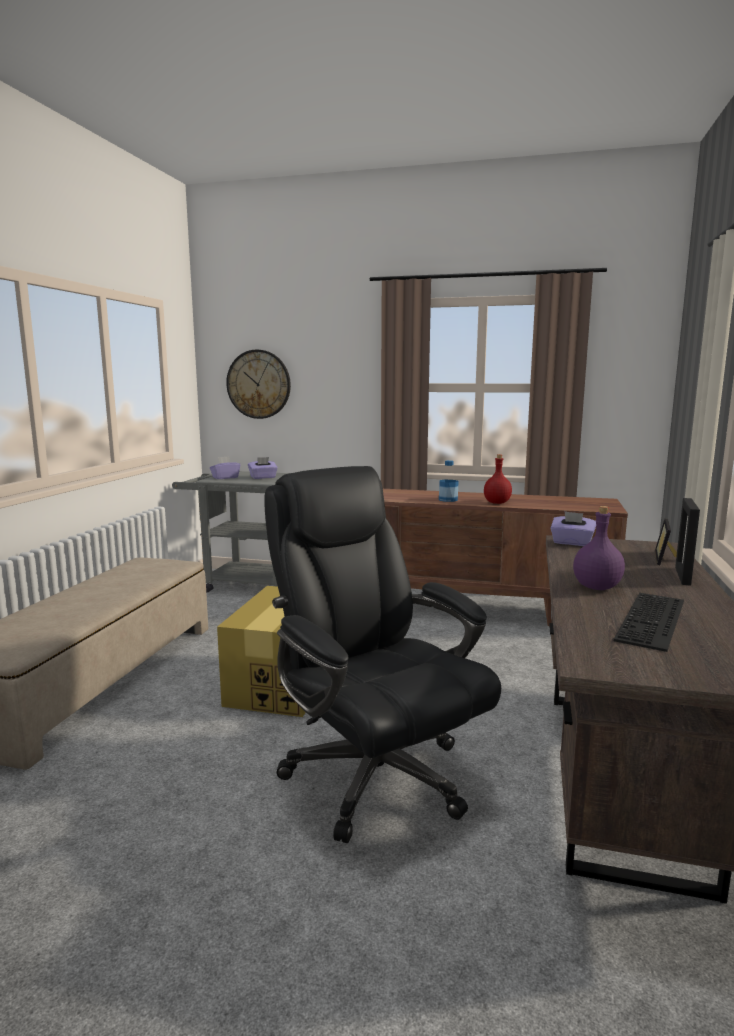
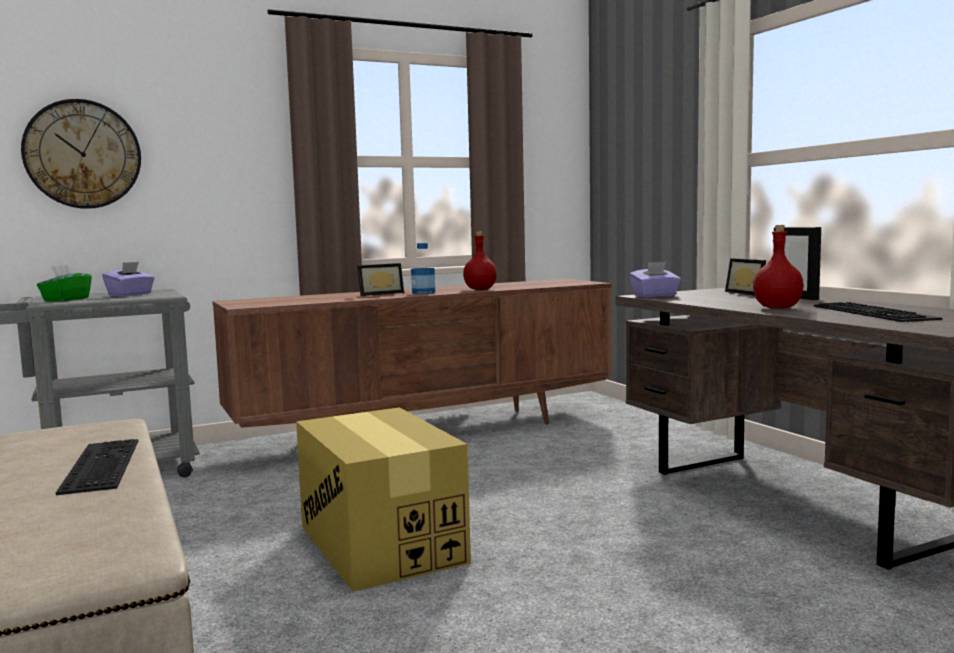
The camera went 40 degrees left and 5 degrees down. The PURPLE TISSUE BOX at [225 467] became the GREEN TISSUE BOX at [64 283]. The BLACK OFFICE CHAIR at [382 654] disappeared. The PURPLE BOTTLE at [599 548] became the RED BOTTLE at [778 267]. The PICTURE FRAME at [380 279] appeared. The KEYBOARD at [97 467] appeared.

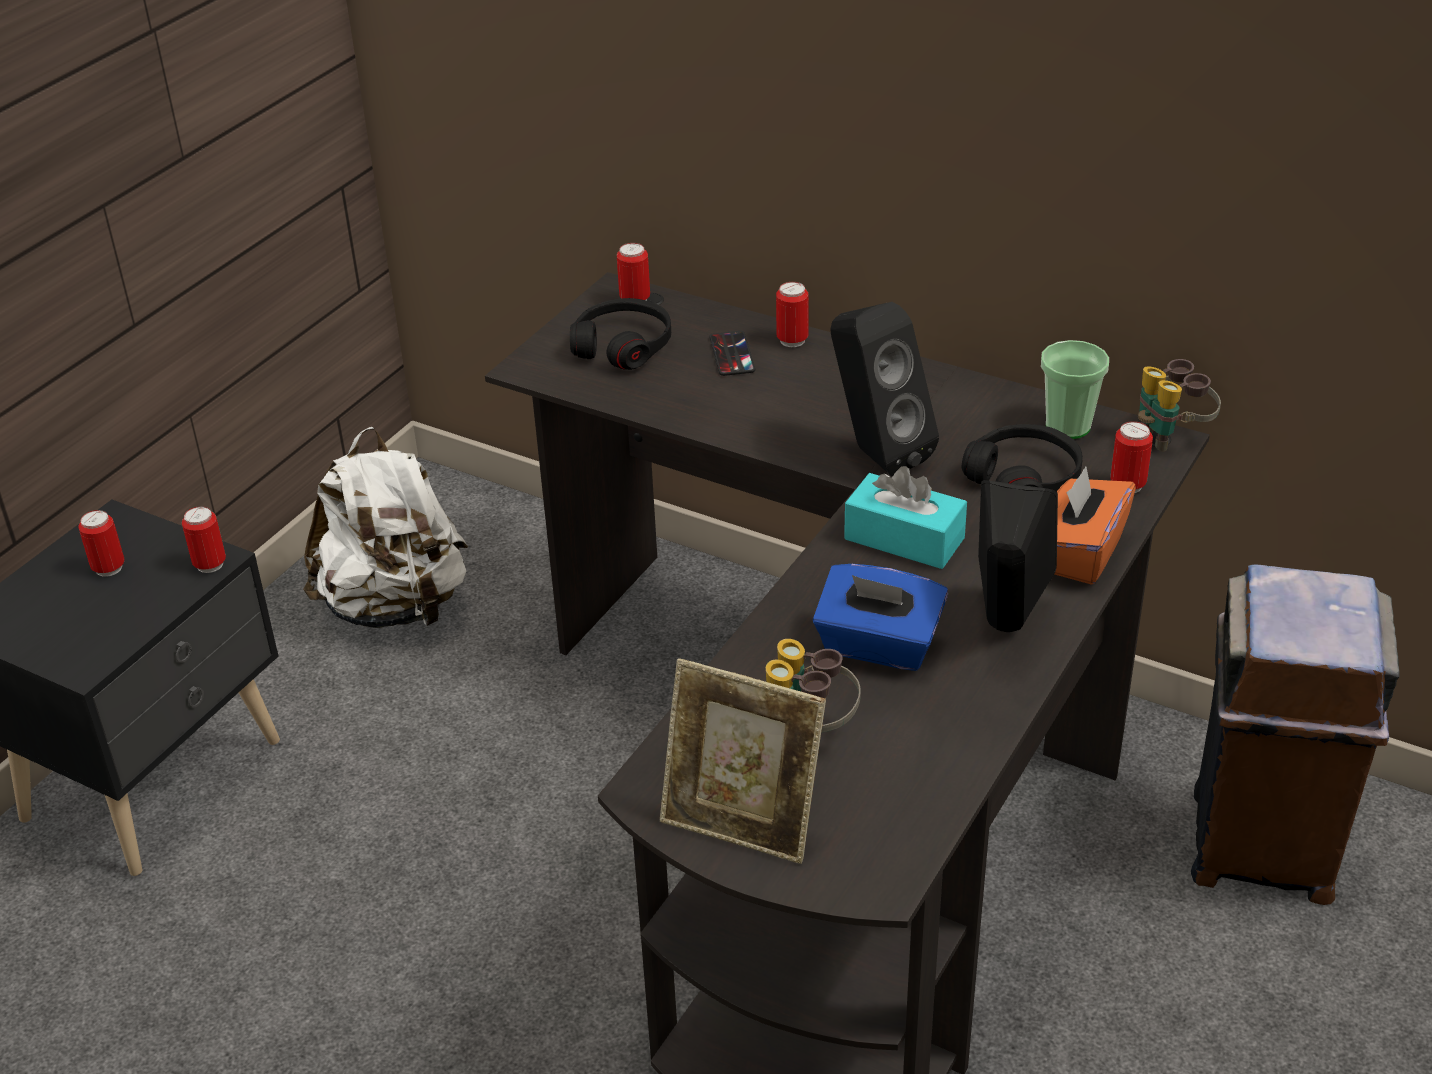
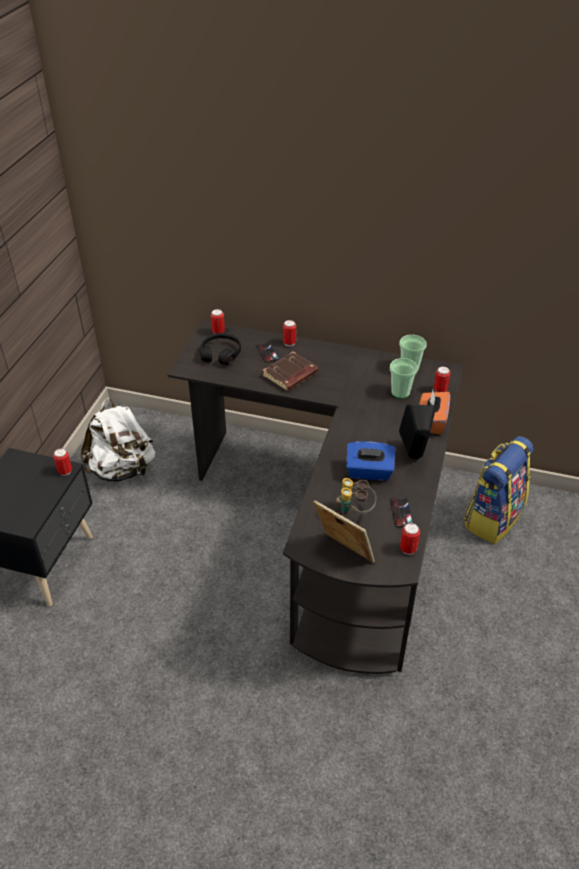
The camera went 15 degrees left and 5 degrees up. The BLACK SPEAKER at [884 389] disappeared. The BINOCULARS at [1179 405] disappeared. The BLACK HEADPHONES at [1022 458] was replaced by the CUP at [404 378]. The TURQUOISE TISSUE BOX at [905 517] disappeared. The CAN moved from [101 543] to [410 539]. The BROWN TRASH CAN at [1295 734] was replaced by the BACKPACK at [499 490]. The PICTURE FRAME at [743 761] turned 150 degrees counterclockwise. The BROWN BOOK at [290 371] appeared. The PHONE at [402 512] appeared.

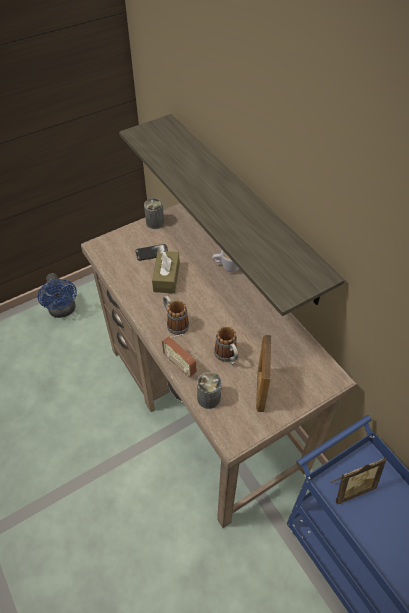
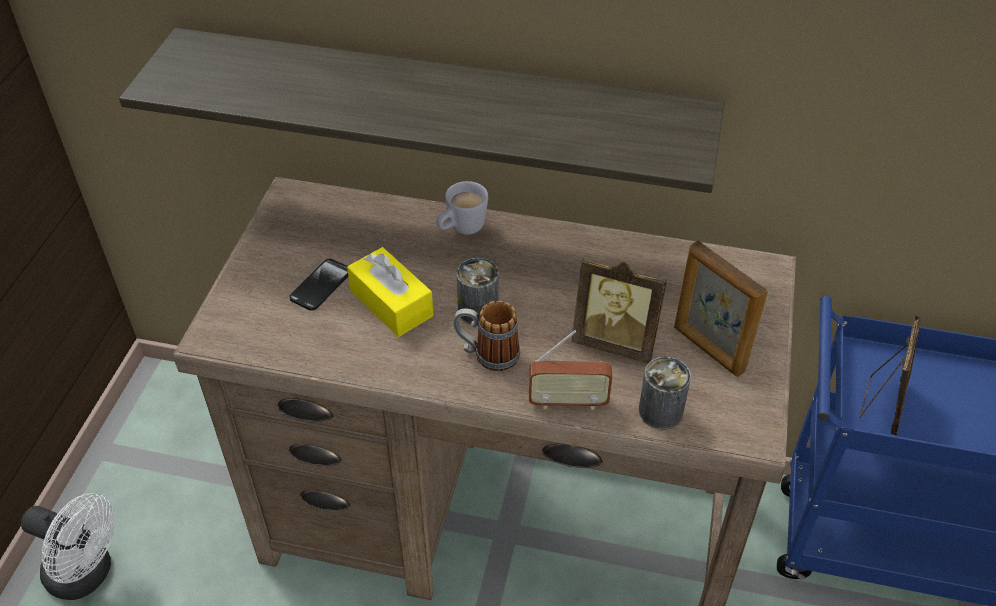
The camera went 45 degrees left and 5 degrees down. The CAN moved from [154 213] to [477 291]. The BROWN TISSUE BOX at [166 272] became the YELLOW TISSUE BOX at [390 292]. The BLUE FAN at [57 295] became the WHITE FAN at [68 546]. The MUG at [226 345] was replaced by the PICTURE FRAME at [619 310].

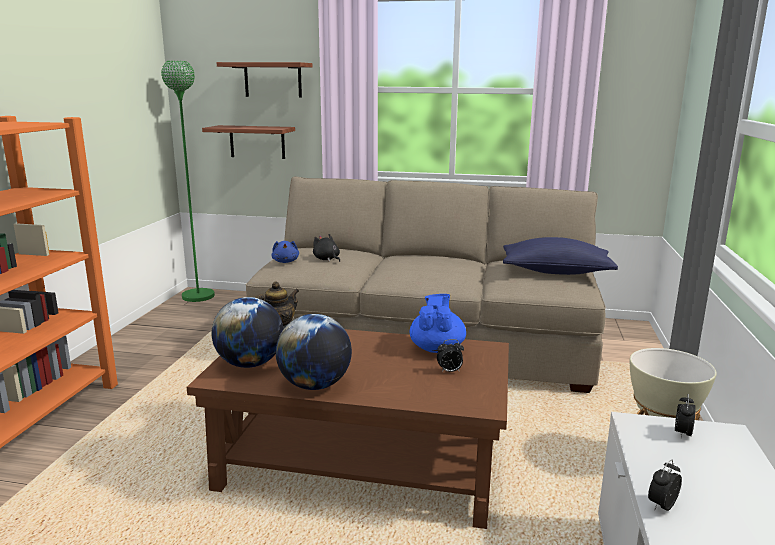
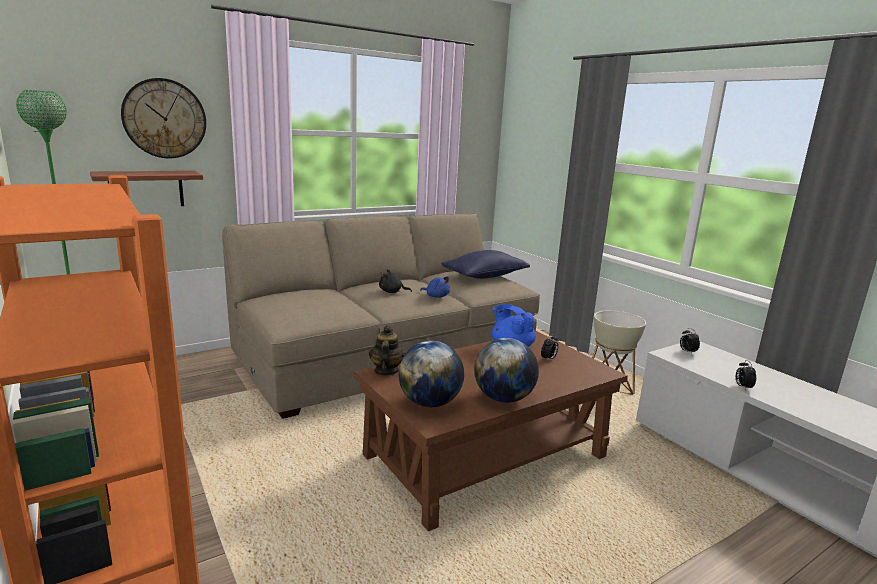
The camera went 45 degrees left and 0 degrees up. The SHELF at [264 80] was replaced by the WALL CLOCK at [163 118]. The BLACK PLUSH TOY moved from [326 248] to [395 281]. The BLUE PLUSH TOY moved from [285 252] to [435 287].

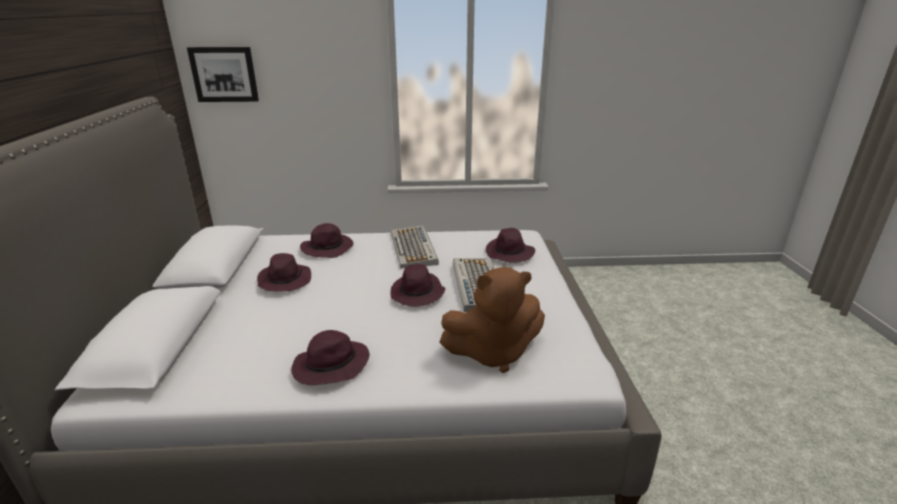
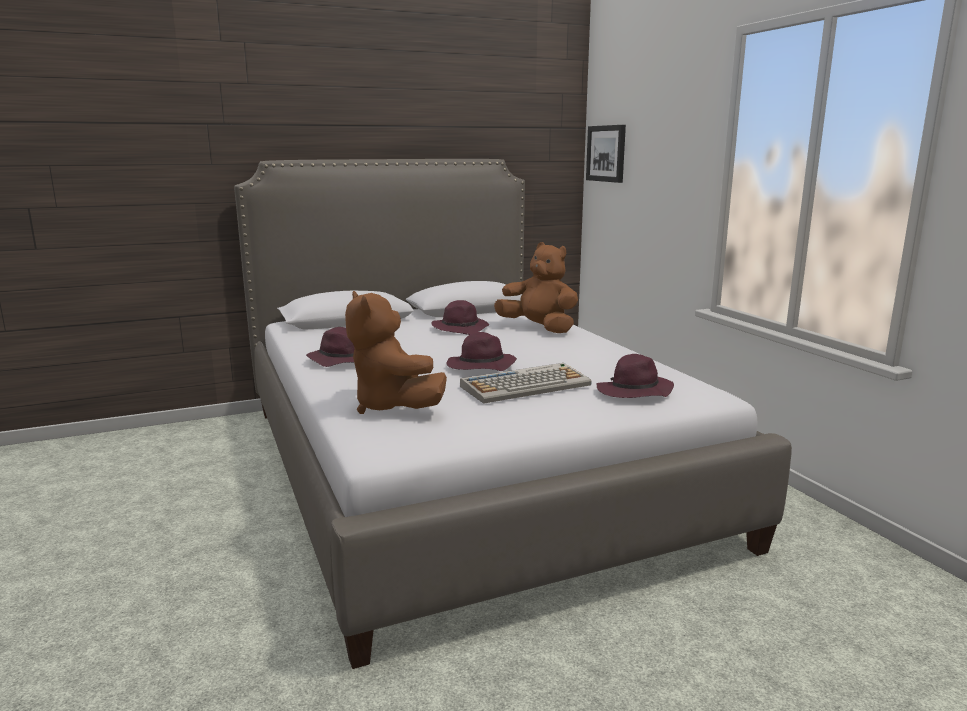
The camera went 70 degrees right and 10 degrees down. The PURPLE HAT at [326 240] was replaced by the BROWN PLUSH TOY at [536 287]. The KEYBOARD at [415 247] disappeared.

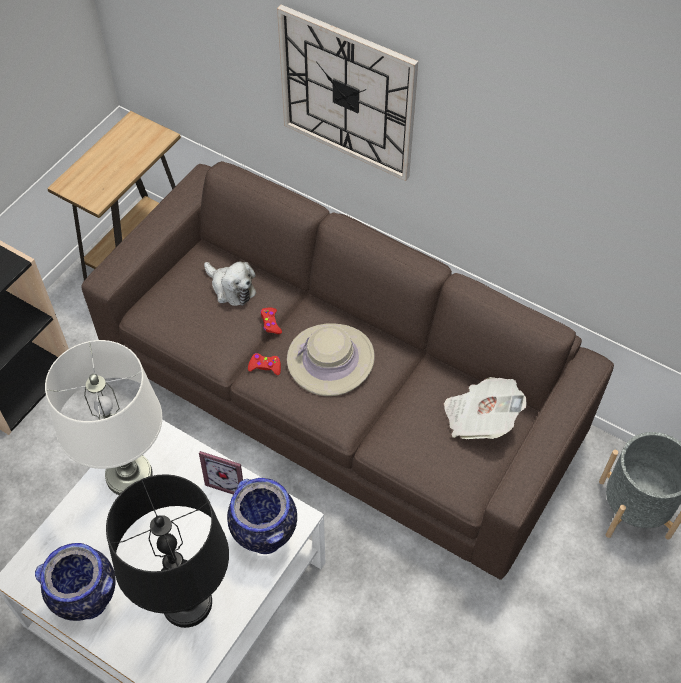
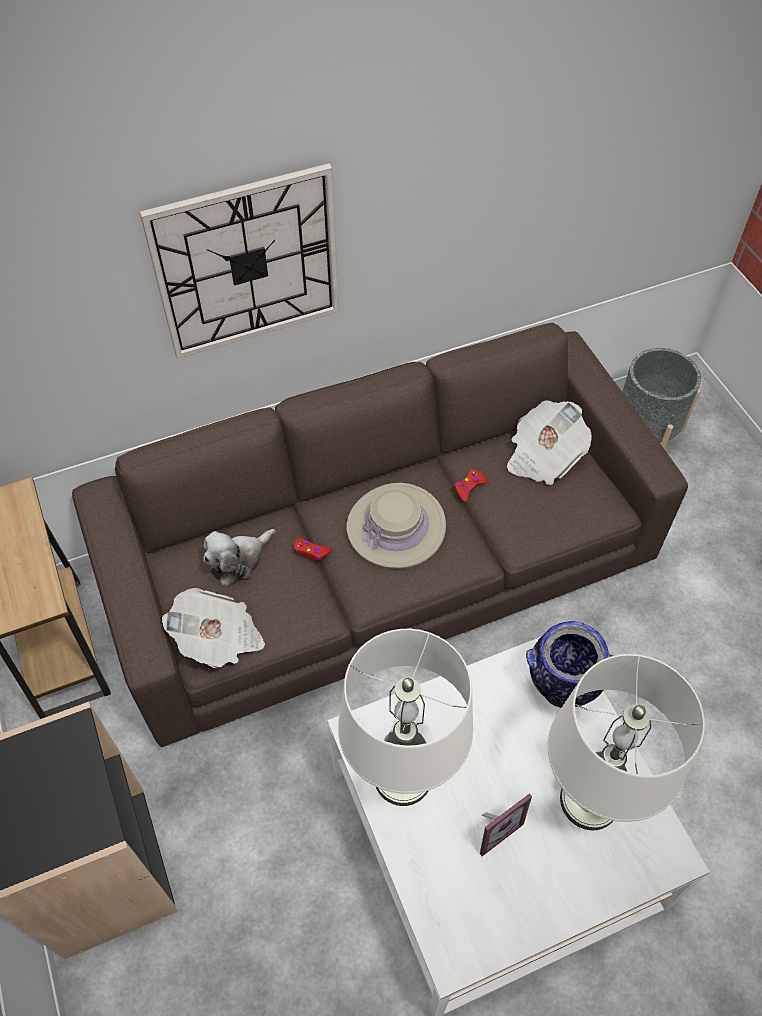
The camera went 55 degrees left and 0 degrees up. The PLUSH TOY at [230 284] turned 150 degrees clockwise. The RED GAME CONTROLLER moved from [264 364] to [471 485]. The PICTURE FRAME moved from [221 472] to [506 825]. The BLACK TABLE LAMP at [167 551] became the WHITE TABLE LAMP at [626 742]. The VASE at [75 582] disappeared. The NEWSPAPER at [213 628] appeared.

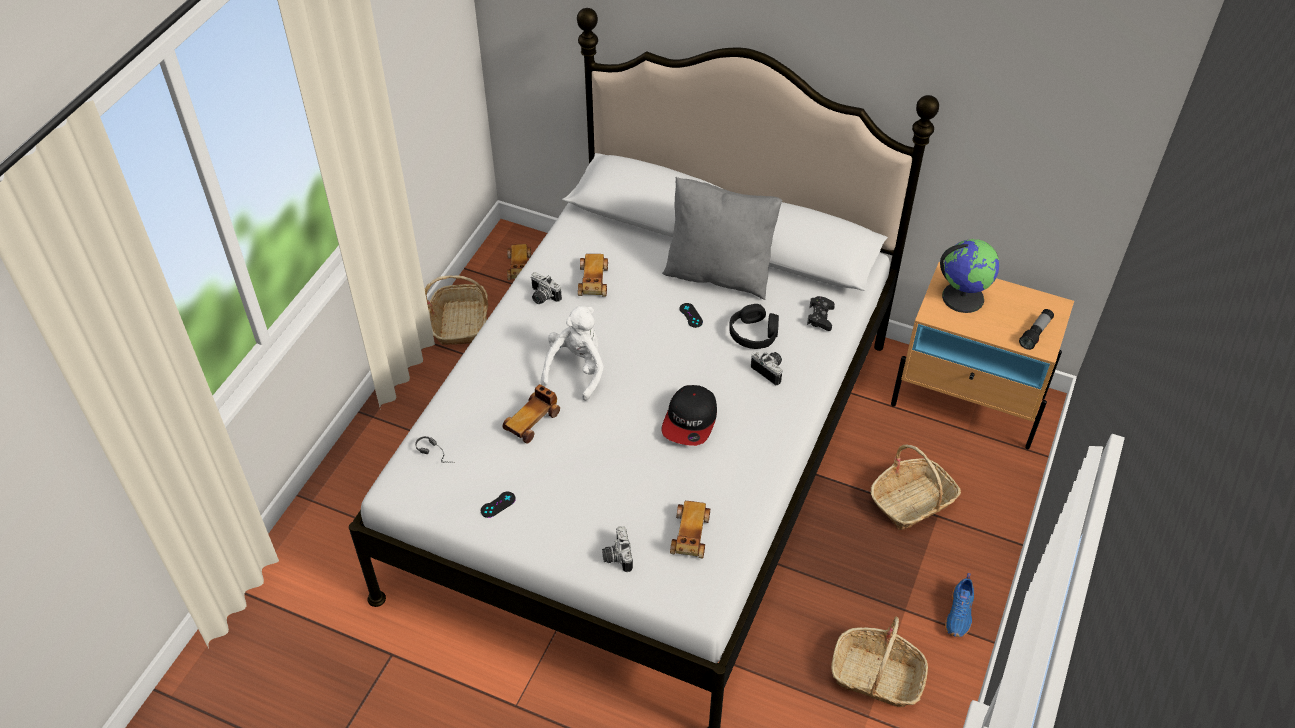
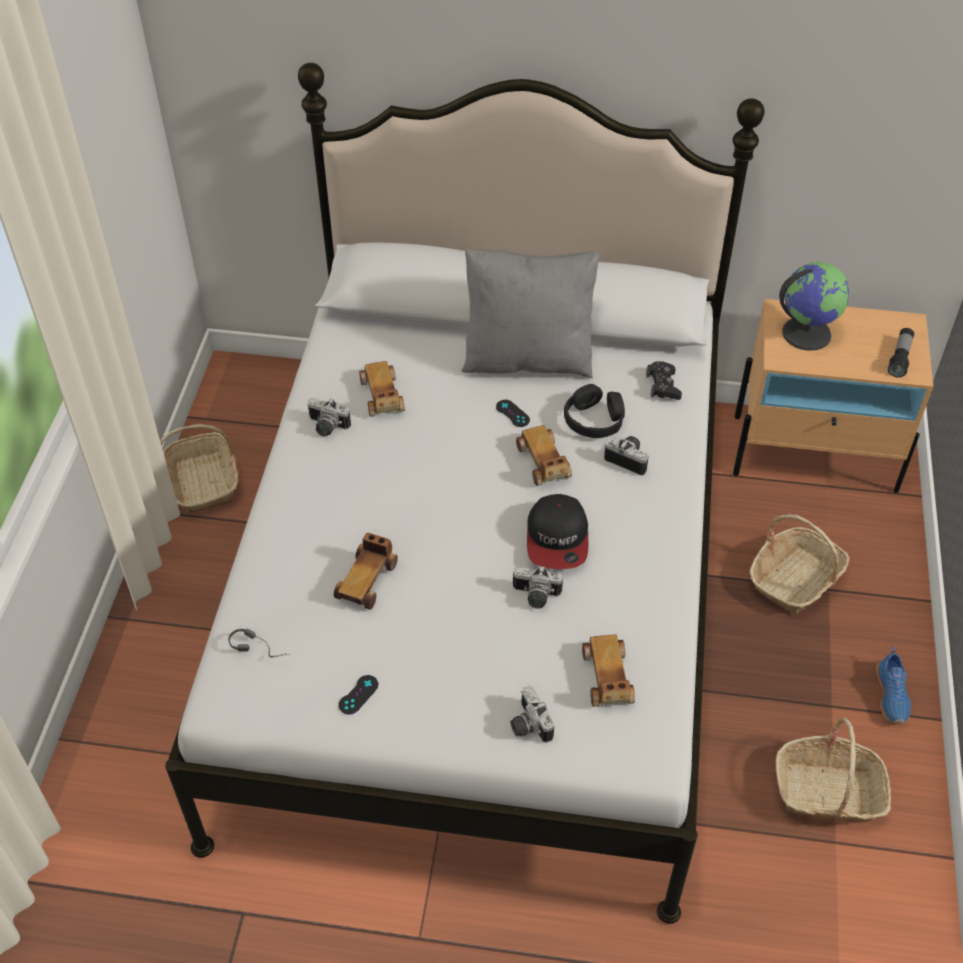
The camera went 15 degrees left and 0 degrees up. The TOY CAR moved from [519 262] to [544 455]. The WHITE PLUSH TOY at [572 353] disappeared. The PHOTO CAMERA at [538 587] appeared.

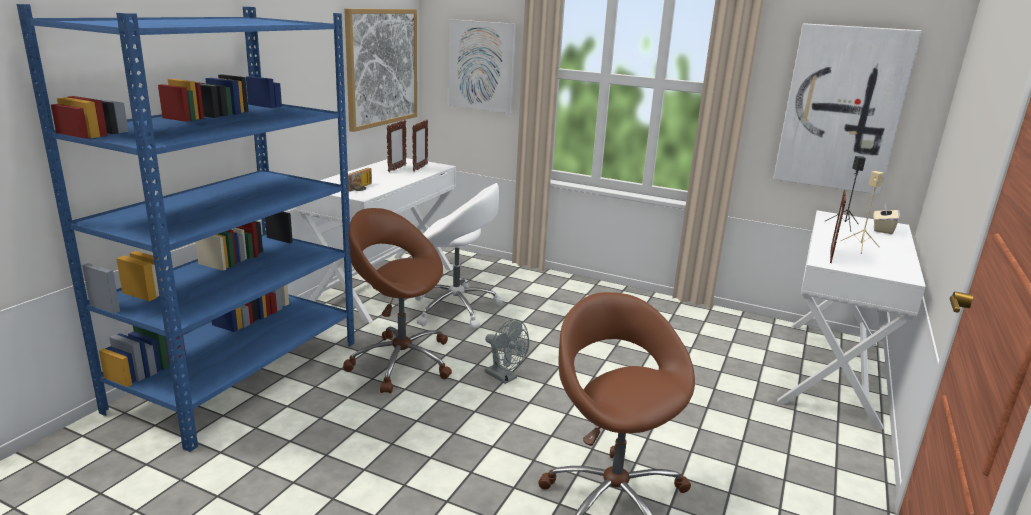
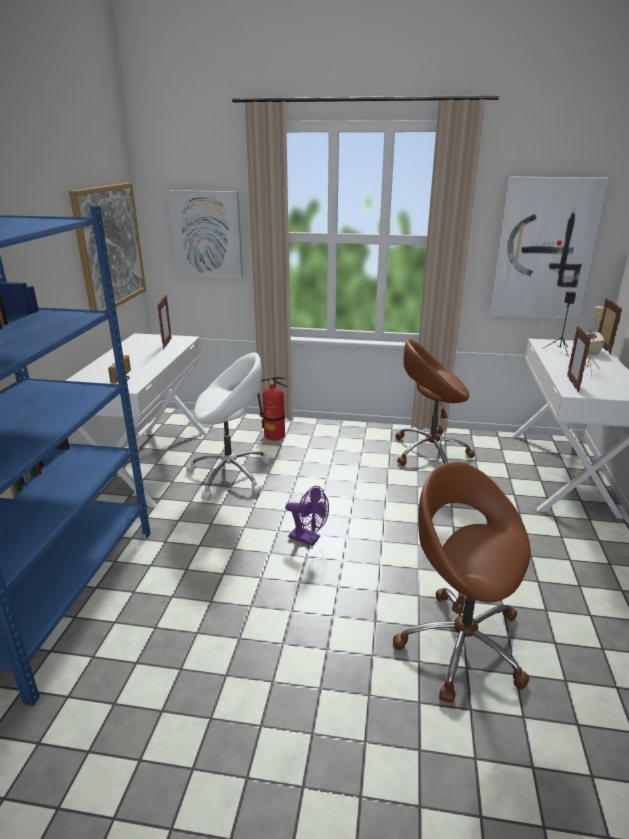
The camera went 15 degrees left and 5 degrees up. The PICTURE FRAME moved from [397 146] to [610 326]. The BROWN OFFICE CHAIR moved from [397 300] to [435 402]. The GREY FAN at [507 351] became the PURPLE FAN at [307 516]. The FIRE EXTINGUISHER at [273 408] appeared.

